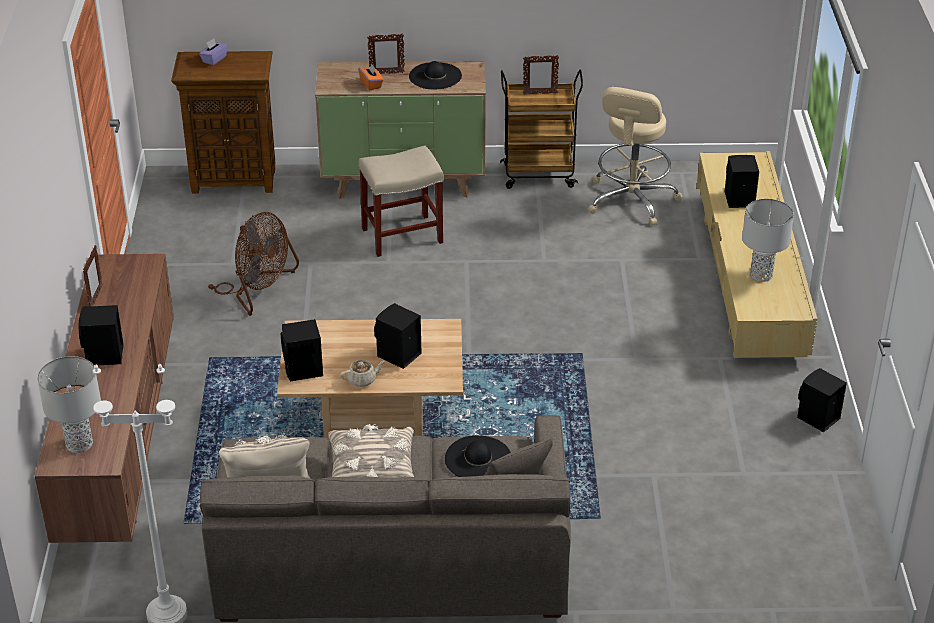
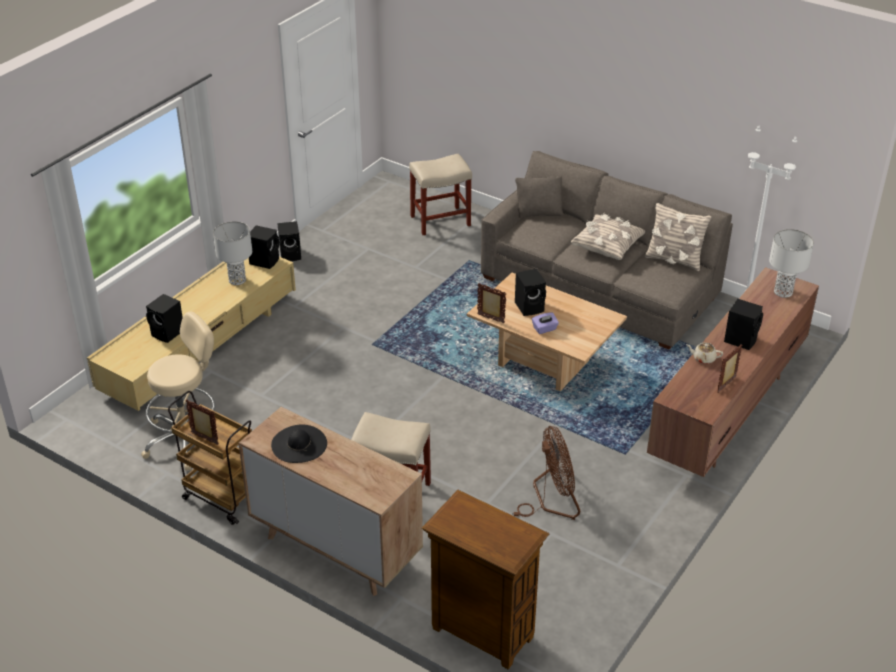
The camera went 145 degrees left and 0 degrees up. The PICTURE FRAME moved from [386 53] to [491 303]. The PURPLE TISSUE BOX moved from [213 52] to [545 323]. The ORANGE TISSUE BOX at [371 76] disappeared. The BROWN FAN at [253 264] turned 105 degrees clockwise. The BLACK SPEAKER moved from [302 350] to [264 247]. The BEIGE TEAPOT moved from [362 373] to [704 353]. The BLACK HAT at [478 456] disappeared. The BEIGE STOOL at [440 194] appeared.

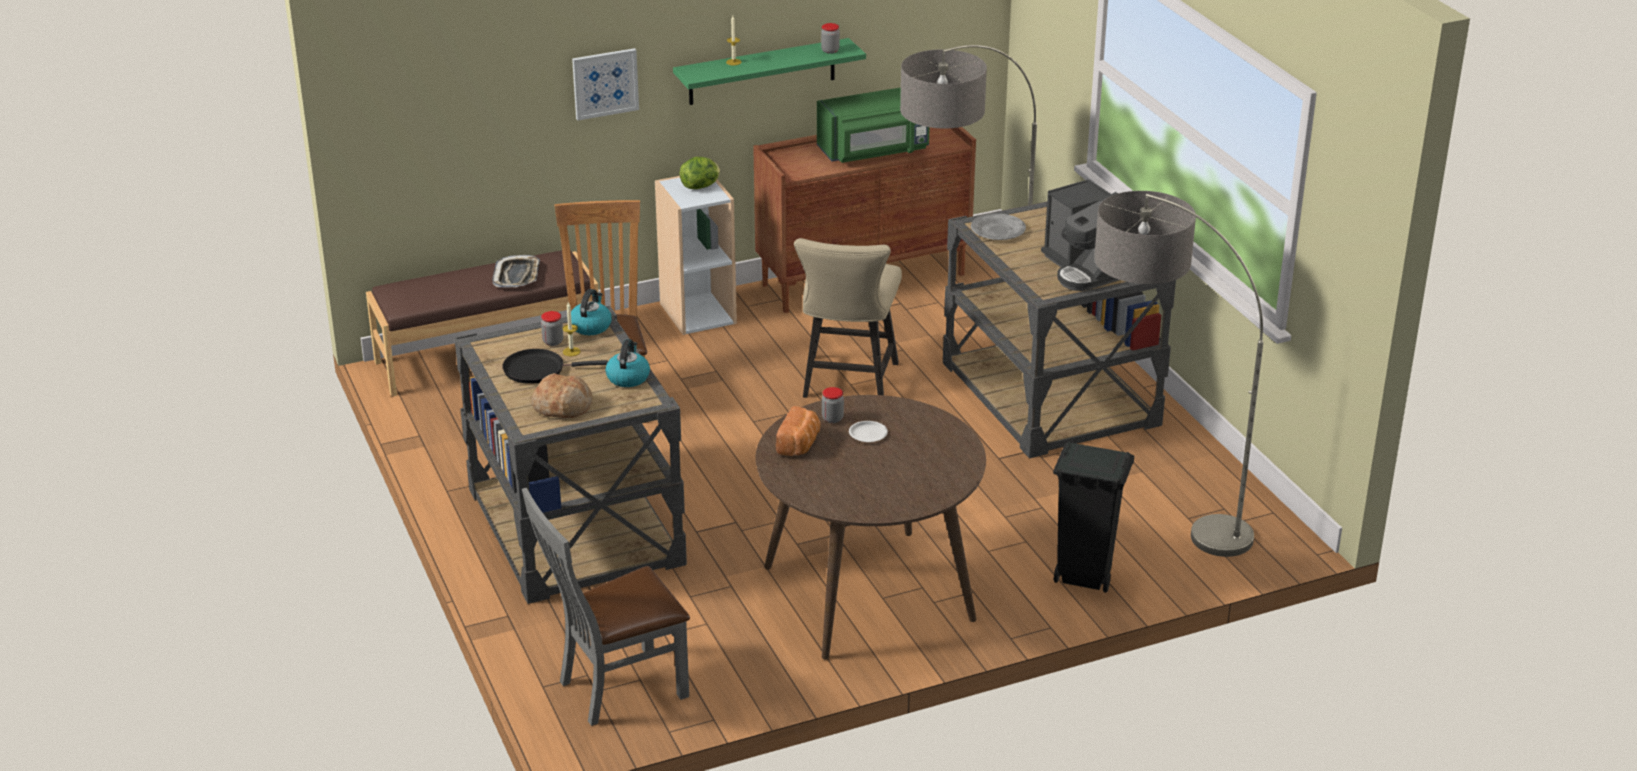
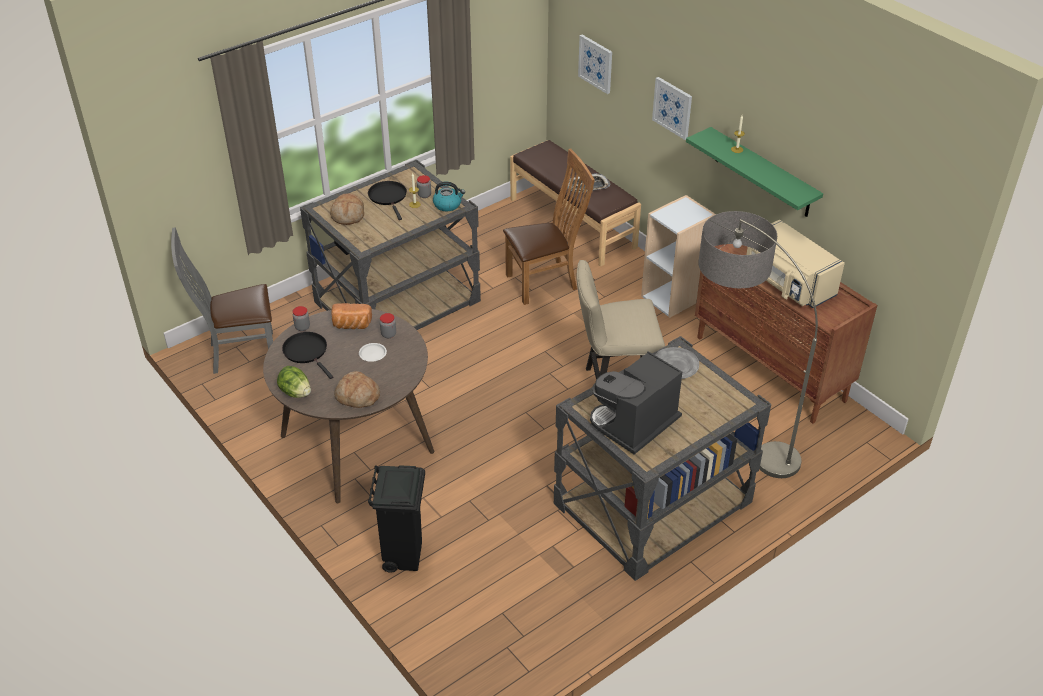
The camera went 75 degrees right and 10 degrees up. The JAR moved from [830 38] to [301 318]. The GREEN MICROWAVE at [873 125] became the BEIGE MICROWAVE at [795 264]. The LETTUCE moved from [700 173] to [294 382]. The FLOOR LAMP at [1179 374] disappeared. The KETTLE at [627 363] disappeared. The GREY CHAIR at [606 606] turned 60 degrees counterclockwise. The PICTURE at [595 64] appeared. The BLACK FRYING PAN at [307 355] appeared. The BREAD at [357 389] appeared.

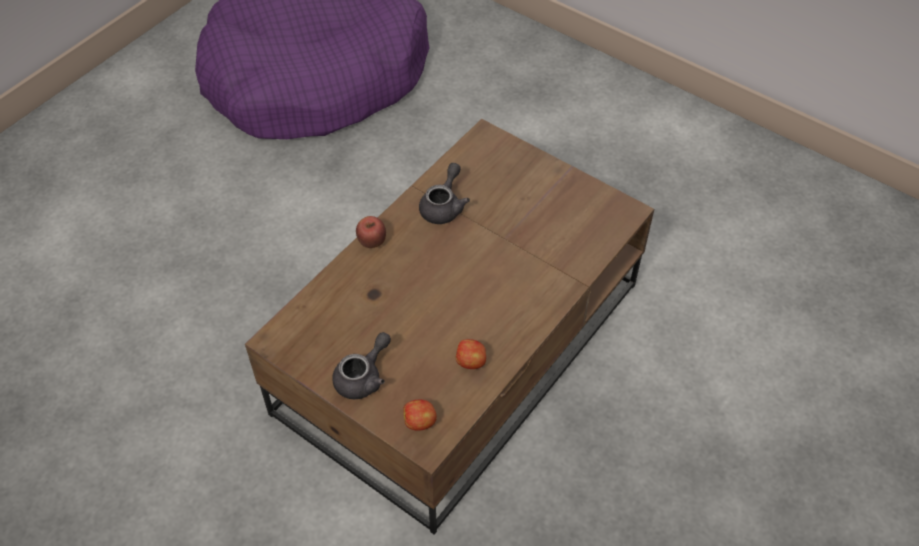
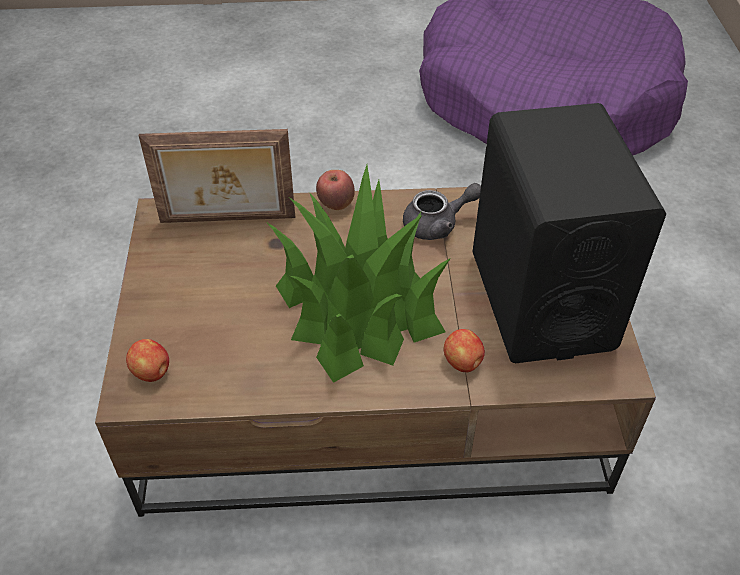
The camera went 50 degrees right and 5 degrees down. The GREY TEAPOT at [361 365] disappeared. The APPLE moved from [471 354] to [464 351]. The BLACK SPEAKER at [569 233] appeared. The PICTURE FRAME at [217 176] appeared. The POTTED PLANT at [358 274] appeared.

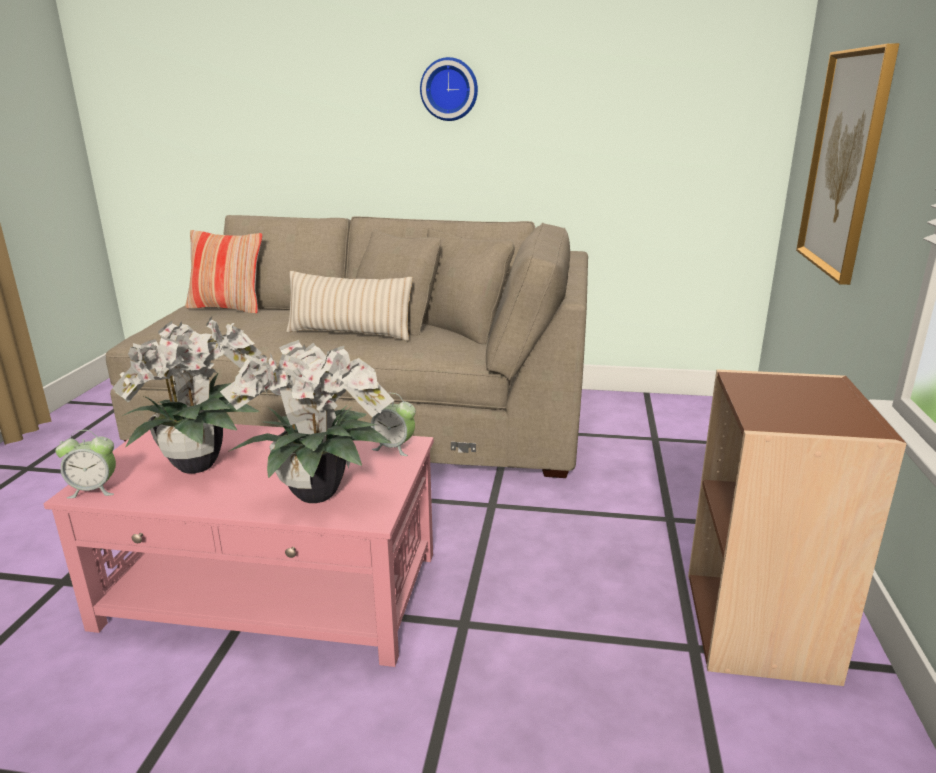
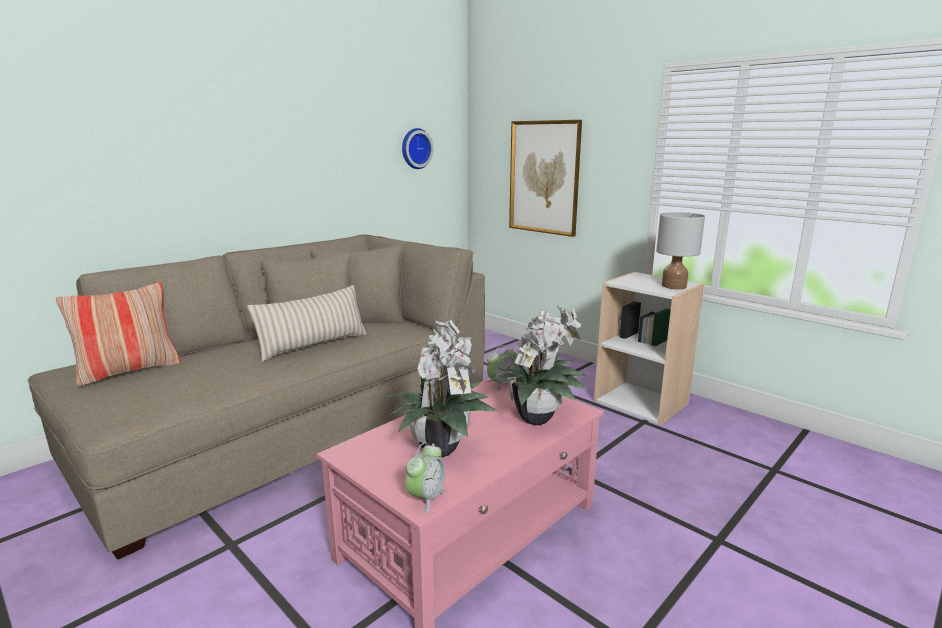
The camera went 55 degrees left and 5 degrees down. The WALL CLOCK moved from [449 89] to [418 148]. The BROWN BOOKCASE at [797 527] became the WHITE BOOKCASE at [649 349]. The GREY TABLE LAMP at [680 250] appeared.

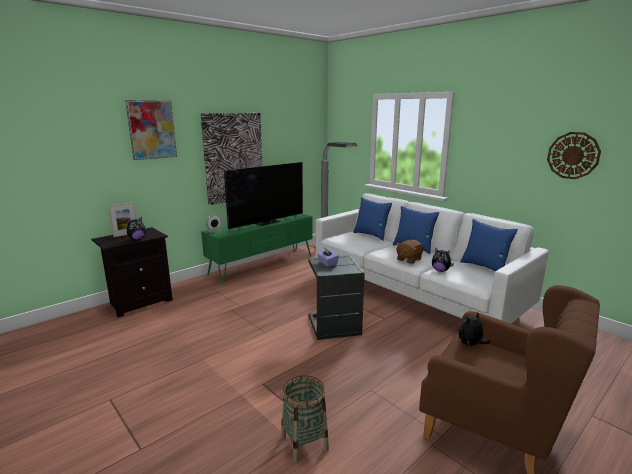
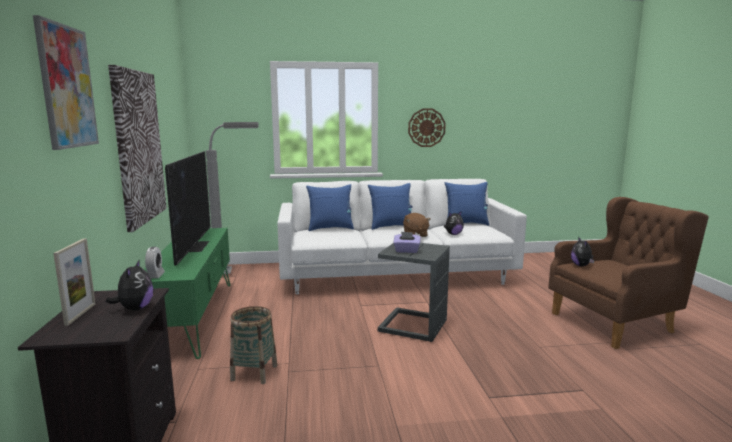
The camera went 55 degrees left and 5 degrees down. The WALL CLOCK moved from [574 155] to [427 128]. The BASKET moved from [305 419] to [253 345].

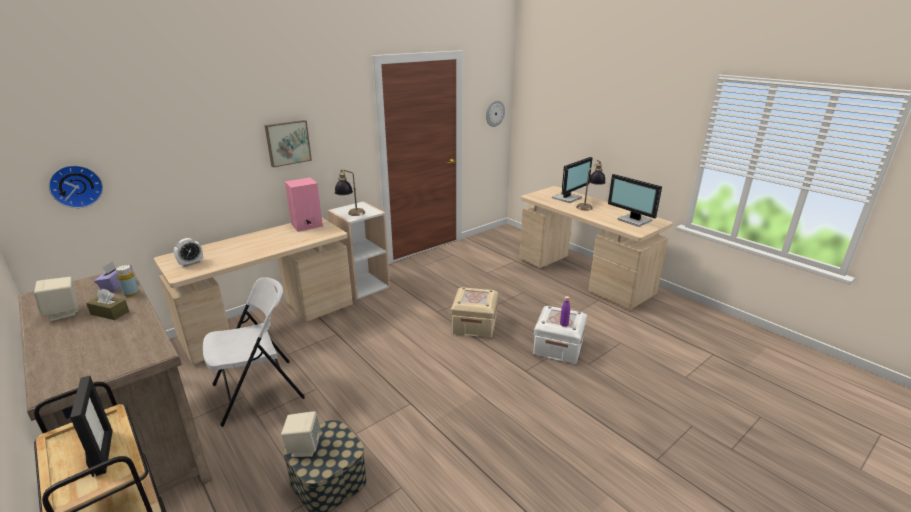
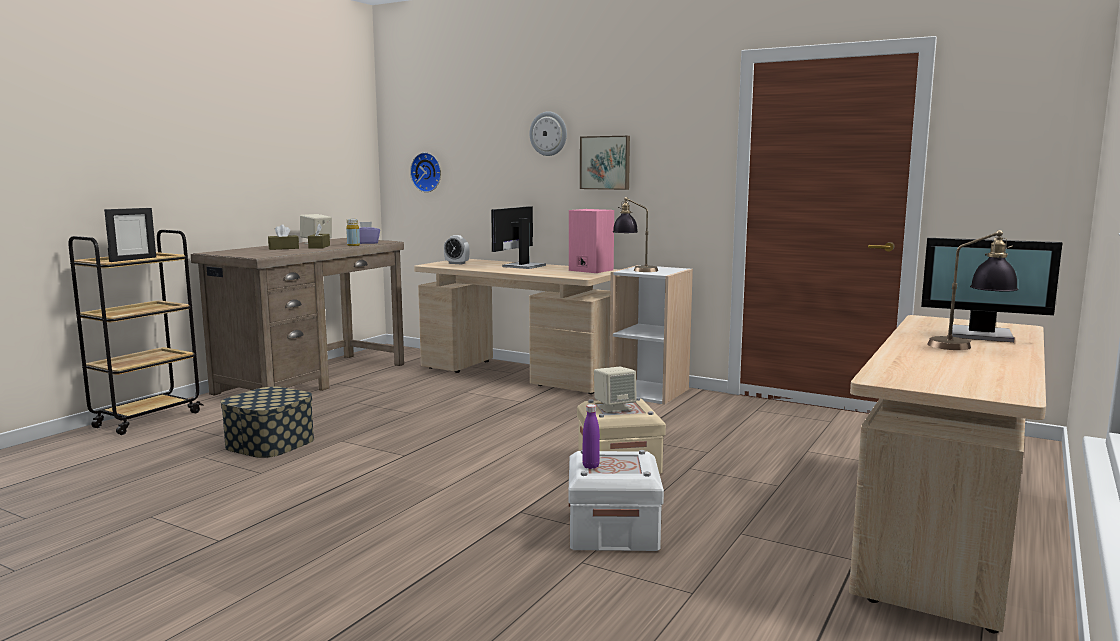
The camera went 70 degrees right and 15 degrees down. The WALL CLOCK moved from [495 113] to [548 133]. The MONITOR moved from [635 200] to [518 237]. The WHITE CHAIR at [254 352] disappeared. The BEIGE SPEAKER moved from [301 434] to [615 389]. The BROWN TISSUE BOX at [283 237] appeared.

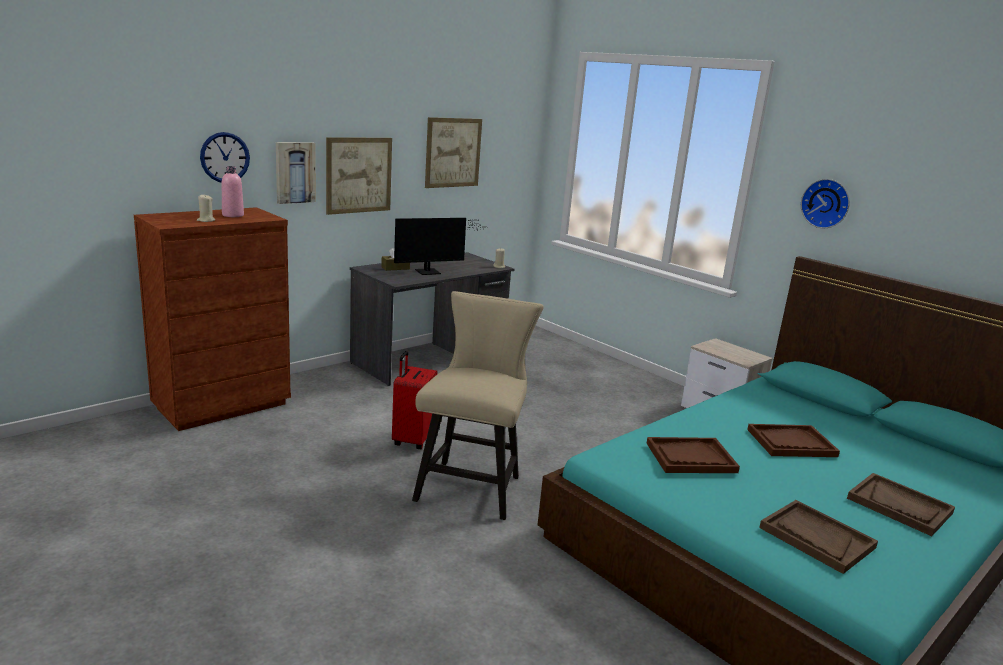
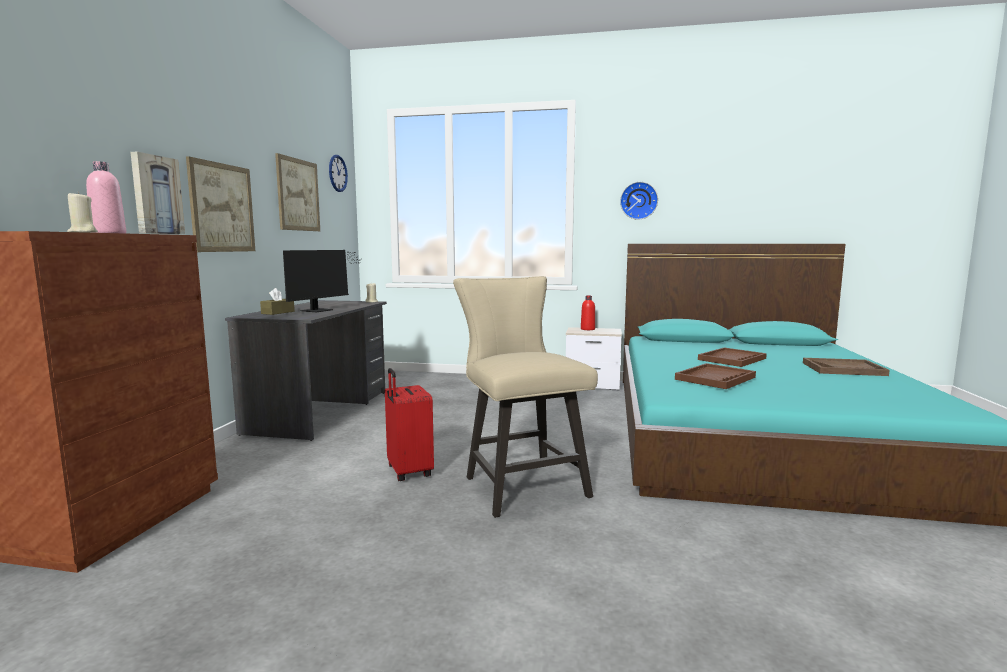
The camera went 35 degrees left and 10 degrees down. The WALL CLOCK moved from [225 157] to [338 173]. The BROWN TRAY at [818 537] disappeared. The RED BOTTLE at [588 312] appeared.

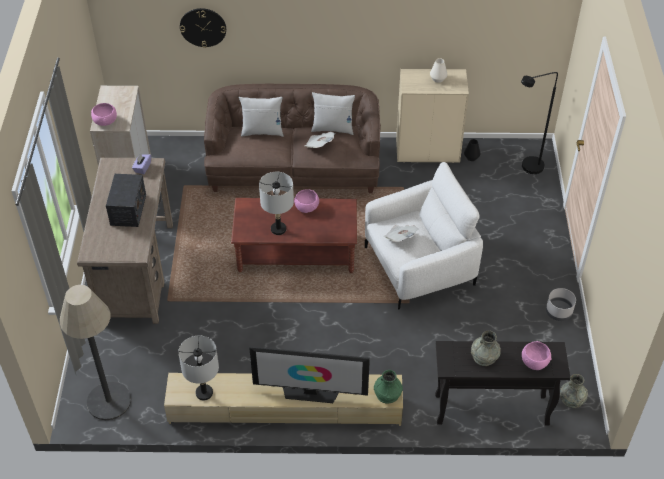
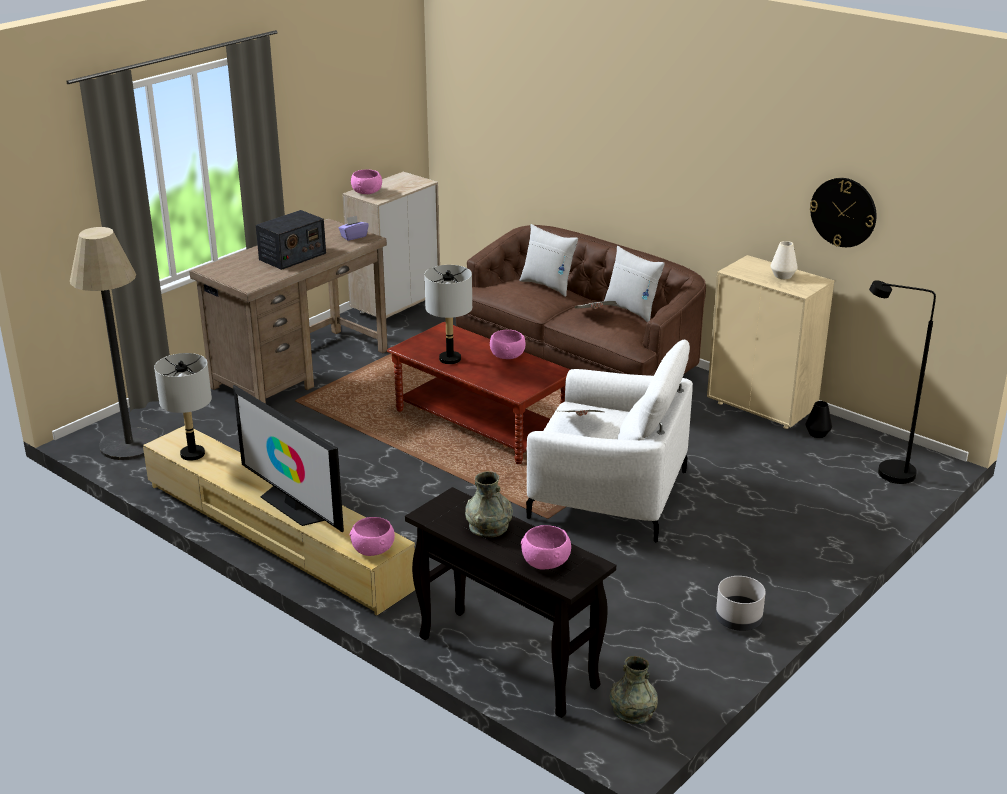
The camera went 40 degrees right and 20 degrees down. The WALL CLOCK moved from [203 28] to [843 212]. The GREEN VASE at [388 387] was replaced by the PINK BOWL at [372 536].

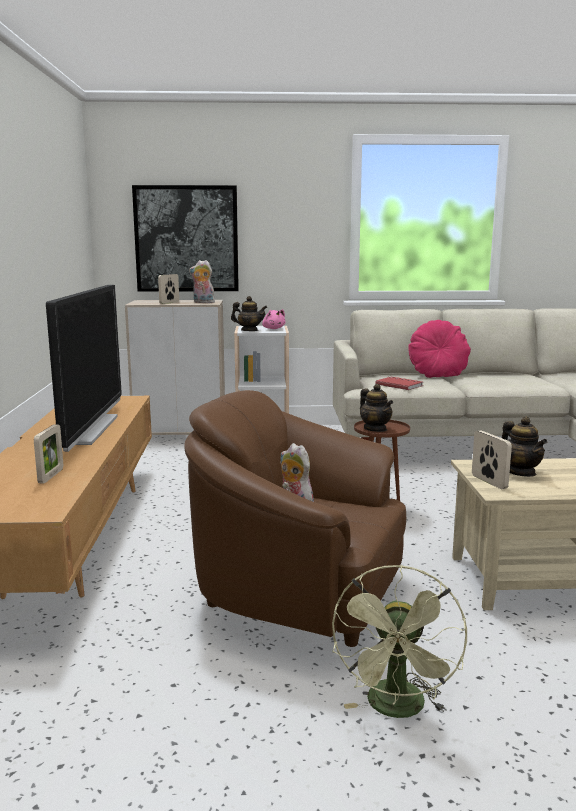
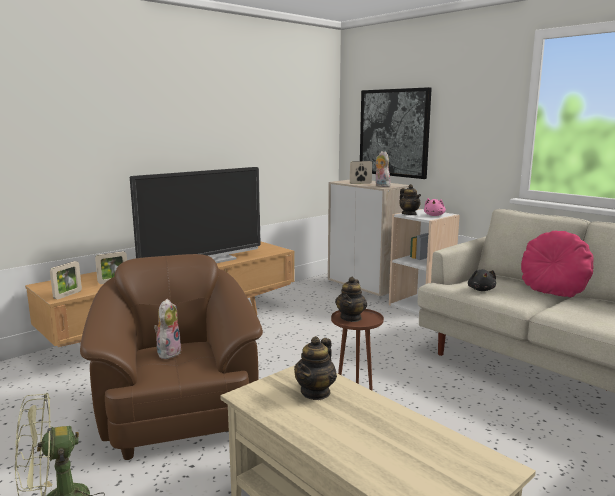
The camera went 50 degrees right and 0 degrees up. The RED BOOK at [399 383] was replaced by the BLACK PLUSH TOY at [482 280]. The PICTURE FRAME moved from [492 459] to [66 280].

